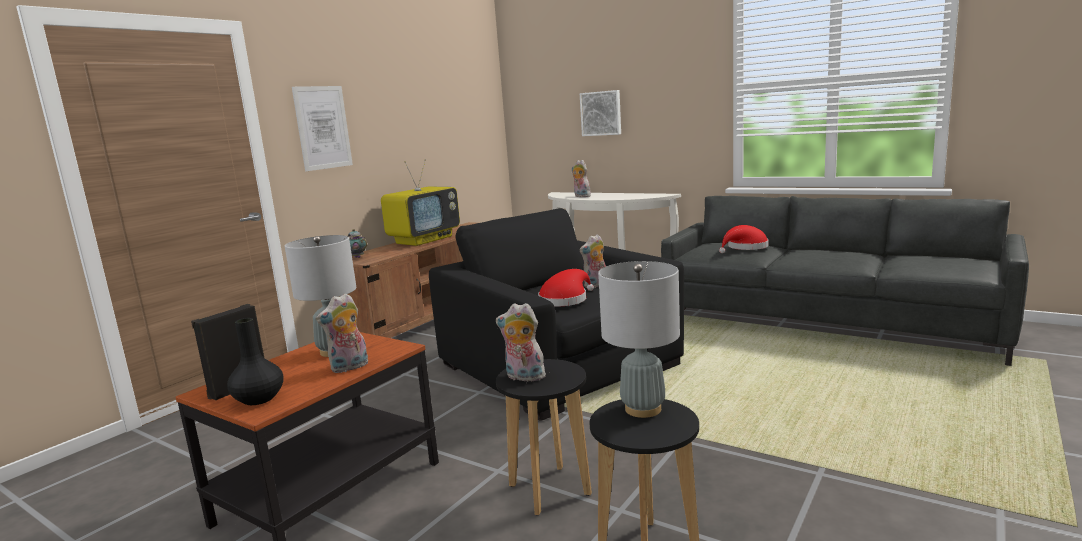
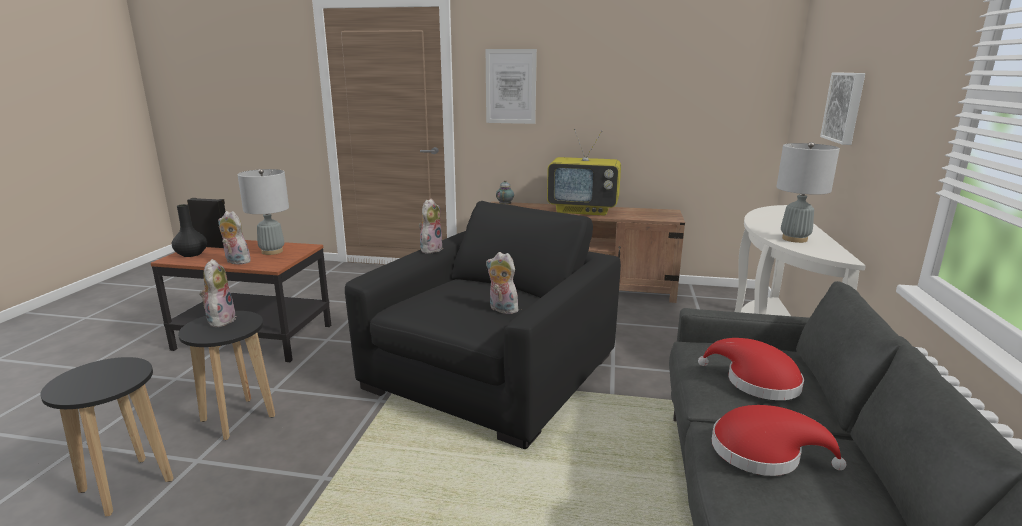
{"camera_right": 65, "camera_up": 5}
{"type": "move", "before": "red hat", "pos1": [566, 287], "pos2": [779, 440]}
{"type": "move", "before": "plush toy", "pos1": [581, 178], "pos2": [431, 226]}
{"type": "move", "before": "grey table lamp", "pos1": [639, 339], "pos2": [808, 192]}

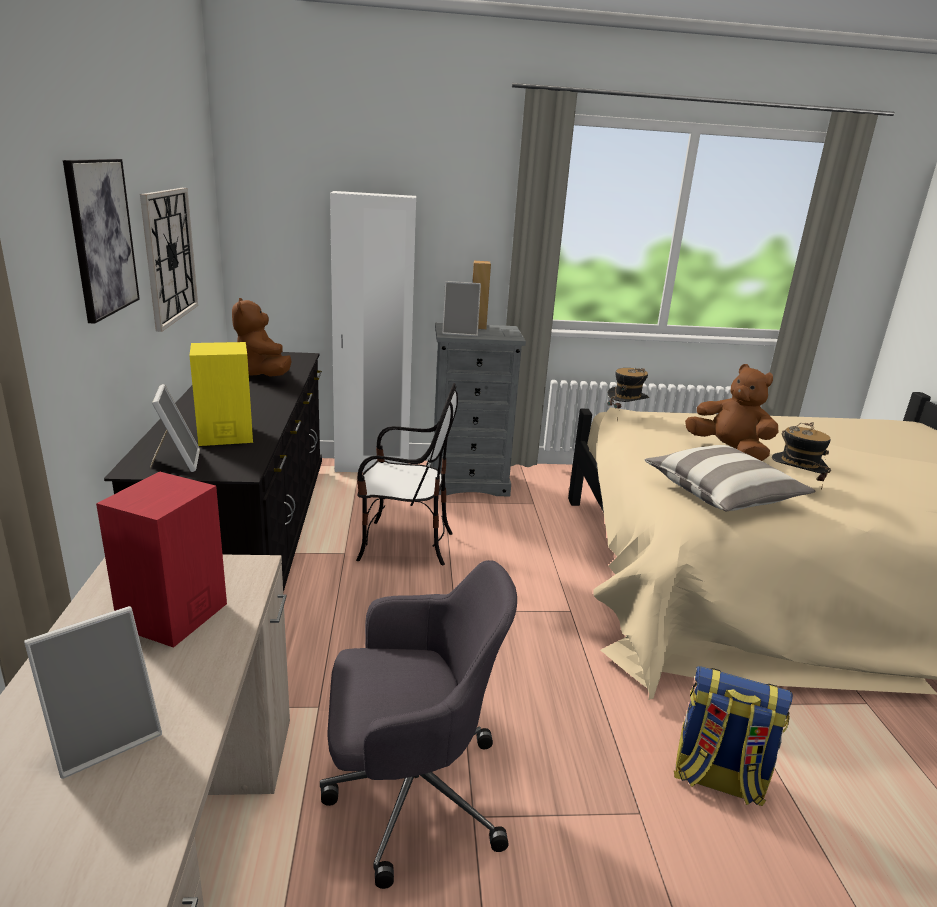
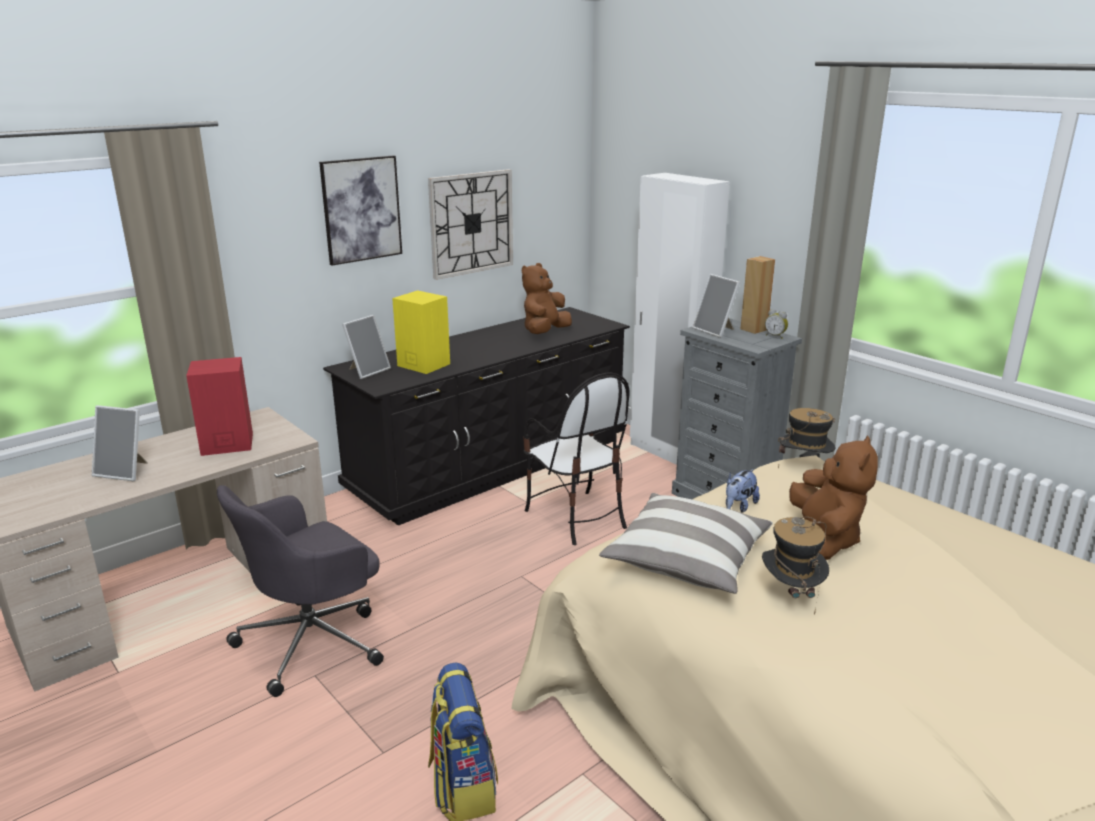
{"camera_right": 55, "camera_up": 0}
{"type": "rotate", "before": "grey office chair", "pos1": [418, 724], "pos2": [300, 591], "turn": 90}
{"type": "insert", "after": "plush toy", "pos2": [743, 491]}
{"type": "insert", "after": "alarm clock", "pos2": [776, 324]}

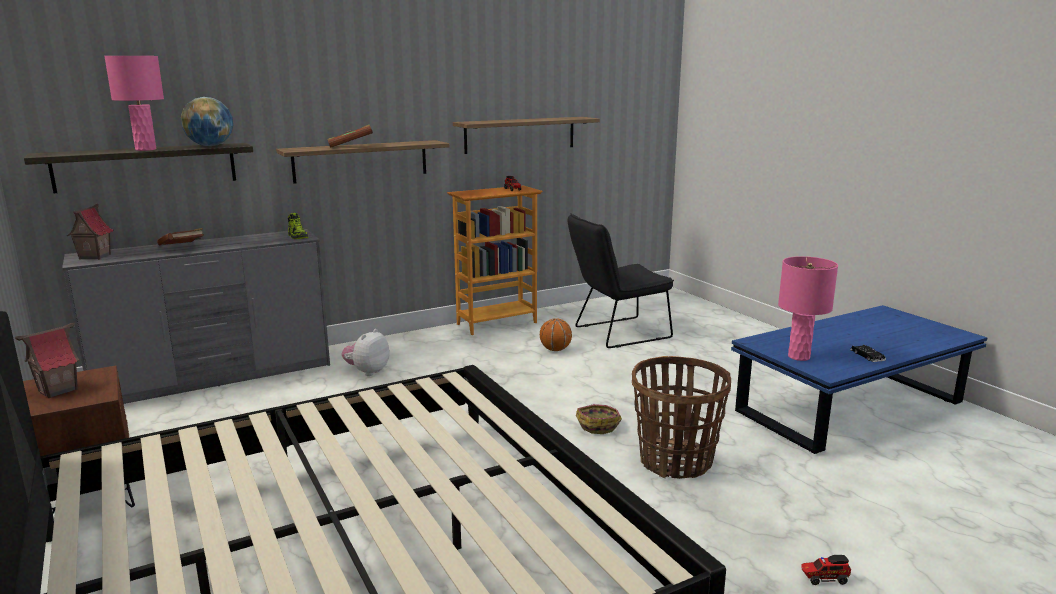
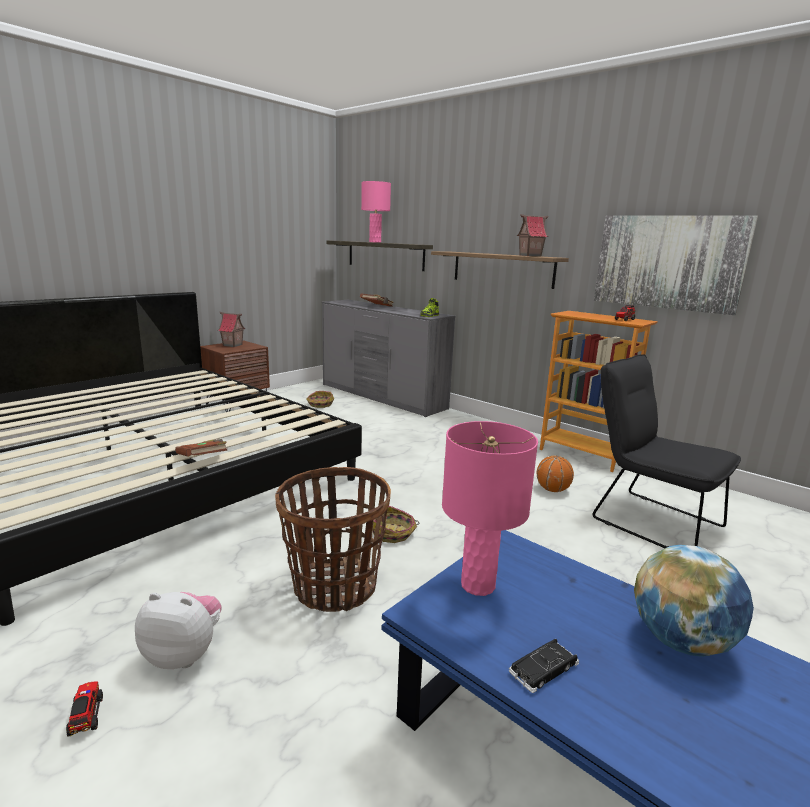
{"camera_right": 70, "camera_up": 0}
{"type": "move", "before": "toy house", "pos1": [90, 232], "pos2": [532, 235]}
{"type": "move", "before": "globe", "pos1": [207, 121], "pos2": [694, 601]}
{"type": "move", "before": "brown book", "pos1": [350, 136], "pos2": [201, 448]}
{"type": "move", "before": "plush toy", "pos1": [365, 352], "pos2": [178, 630]}
{"type": "replace", "before": "shelf", "after": "picture", "pos1": [526, 135], "pos2": [676, 265]}
{"type": "insert", "after": "basket", "pos2": [320, 399]}

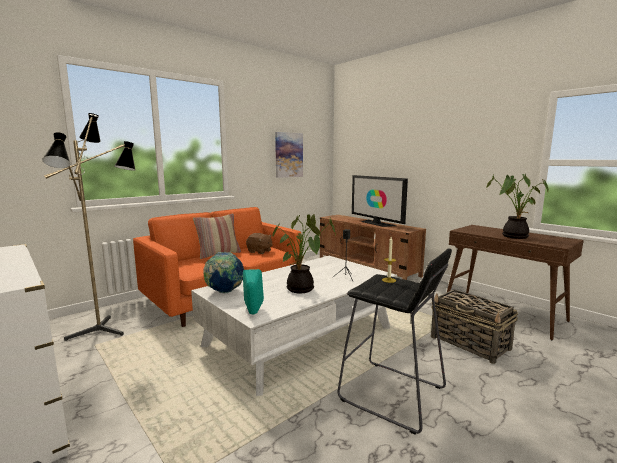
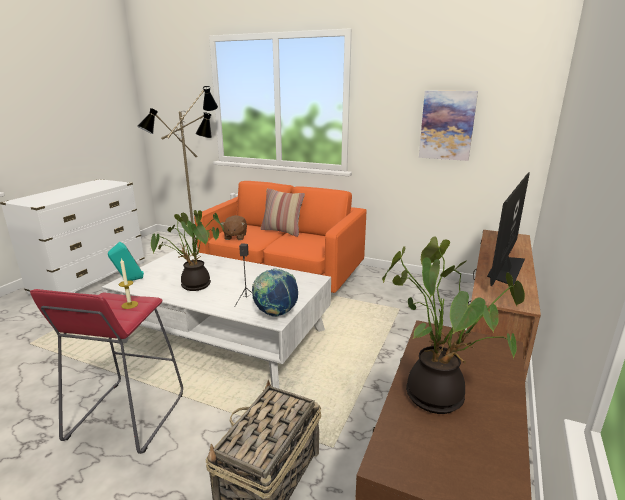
{"camera_right": 65, "camera_up": 10}
{"type": "move", "before": "globe", "pos1": [223, 272], "pos2": [275, 292]}
{"type": "move", "before": "brown plush toy", "pos1": [259, 243], "pos2": [234, 227]}
{"type": "recolor", "before": "black stool", "after": "red stool", "pos1": [394, 342], "pos2": [106, 371]}

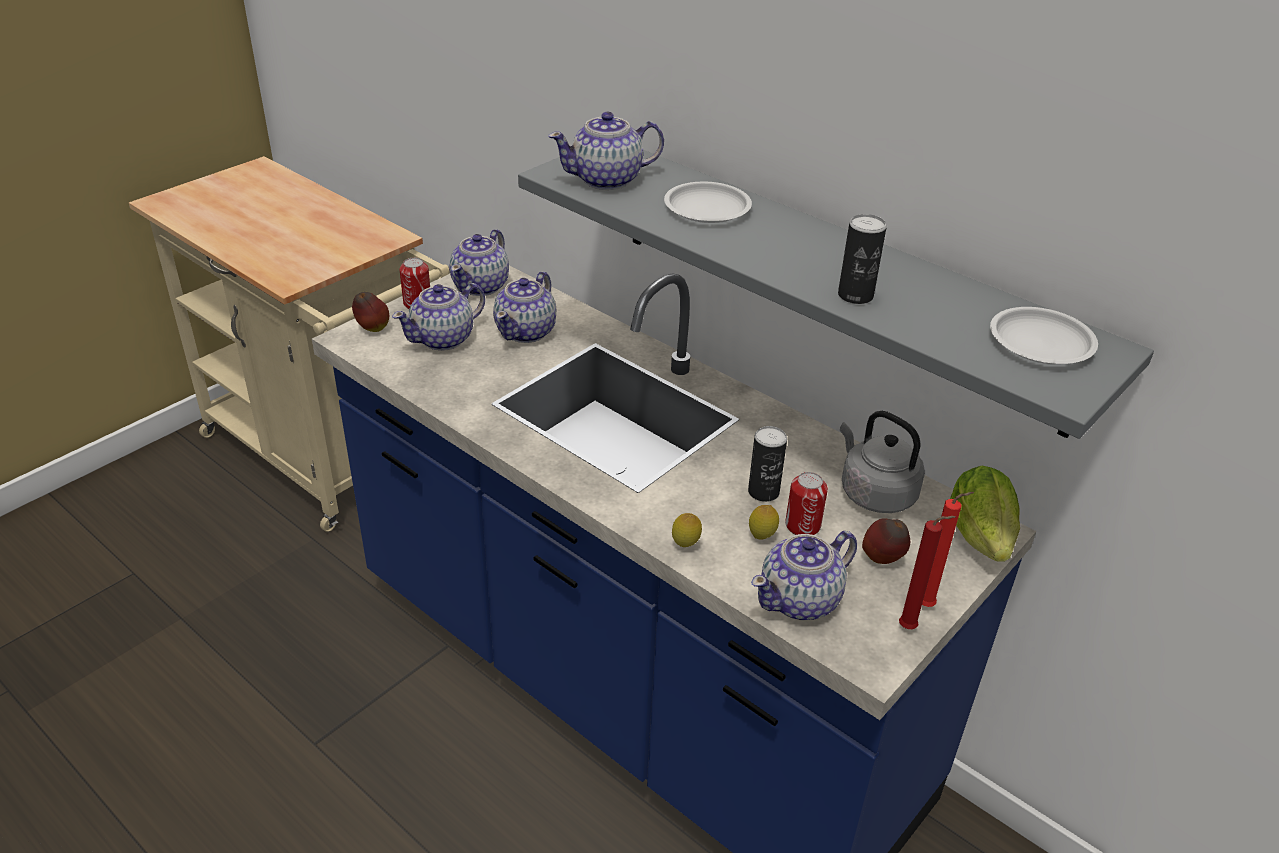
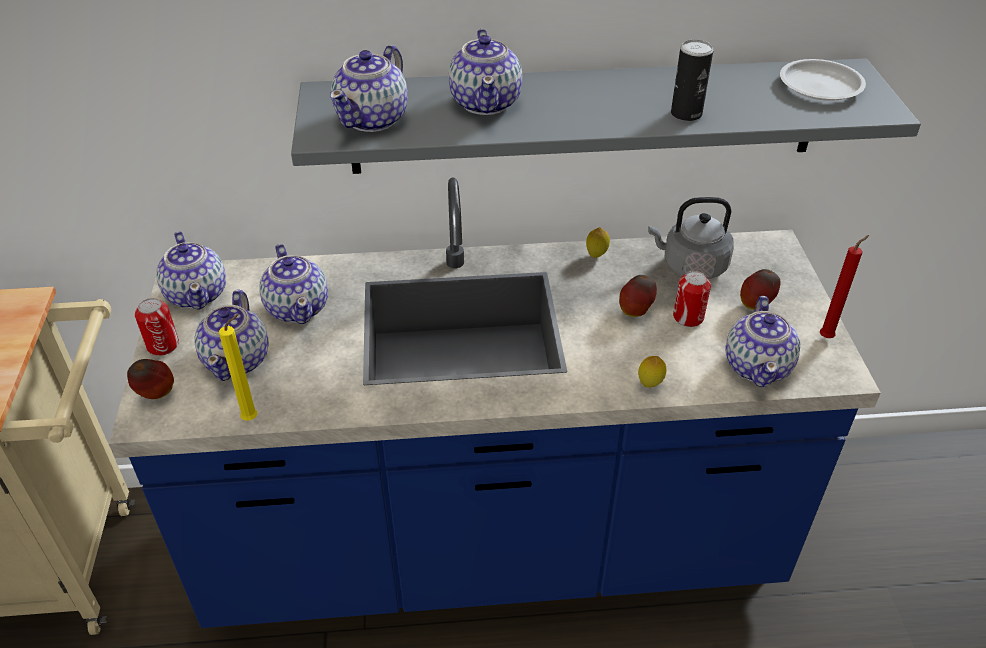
{"camera_right": -45, "camera_up": 5}
{"type": "replace", "before": "white plate", "after": "teapot", "pos1": [708, 202], "pos2": [485, 72]}
{"type": "replace", "before": "can", "after": "apple", "pos1": [767, 464], "pos2": [638, 296]}
{"type": "move", "before": "lemon", "pos1": [764, 522], "pos2": [598, 242]}
{"type": "delete", "before": "red candle", "pos1": [948, 549]}
{"type": "delete", "before": "lettuce", "pos1": [985, 513]}
{"type": "insert", "after": "yellow candle", "pos2": [238, 367]}

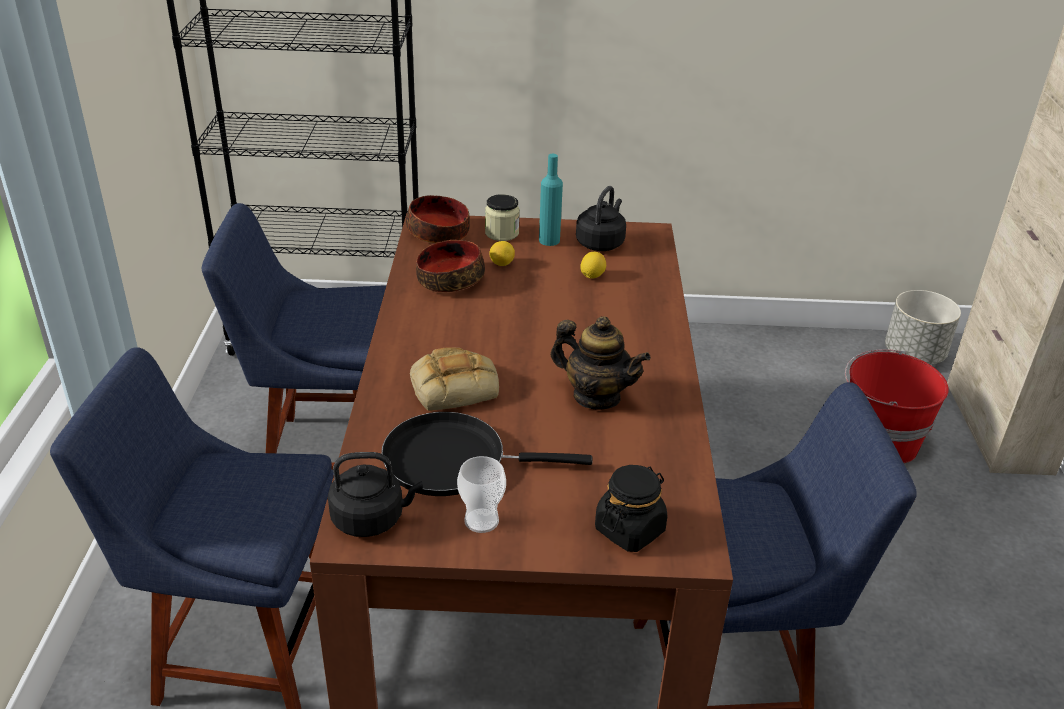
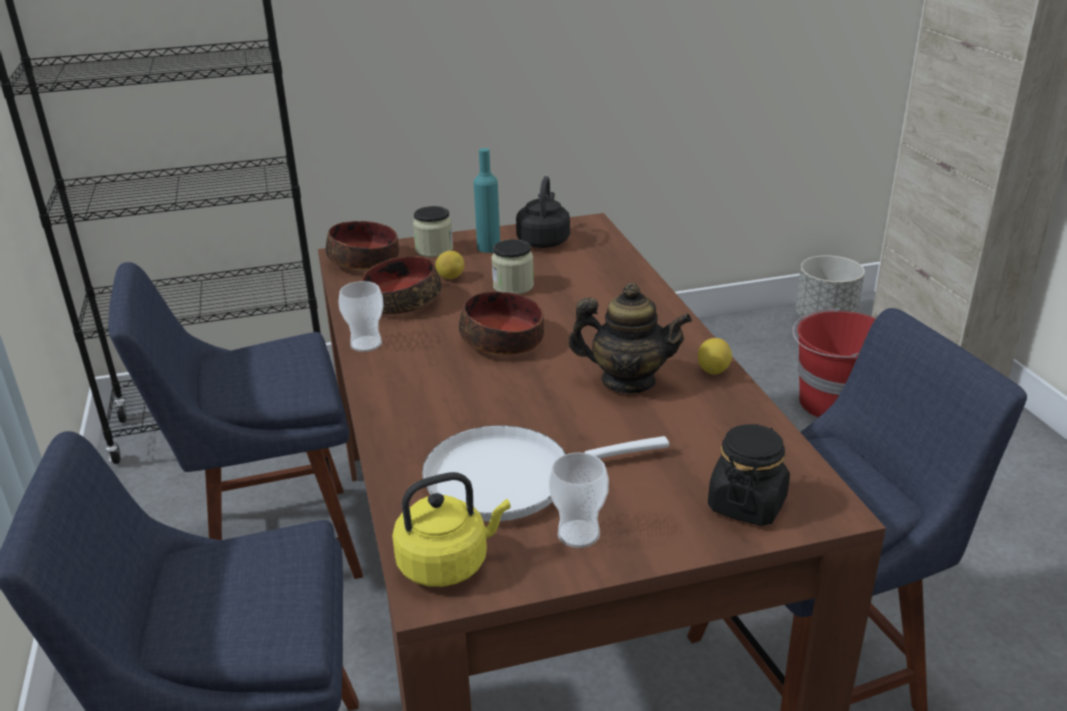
{"camera_right": -15, "camera_up": -5}
{"type": "recolor", "before": "black kettle", "after": "yellow kettle", "pos1": [375, 494], "pos2": [451, 529]}
{"type": "recolor", "before": "black frying pan", "after": "white frying pan", "pos1": [486, 454], "pos2": [545, 473]}
{"type": "delete", "before": "bread", "pos1": [454, 379]}
{"type": "move", "before": "lemon", "pos1": [593, 265], "pos2": [715, 356]}
{"type": "insert", "after": "cup", "pos2": [361, 316]}
{"type": "insert", "after": "bowl", "pos2": [501, 323]}
{"type": "insert", "after": "jar", "pos2": [512, 266]}

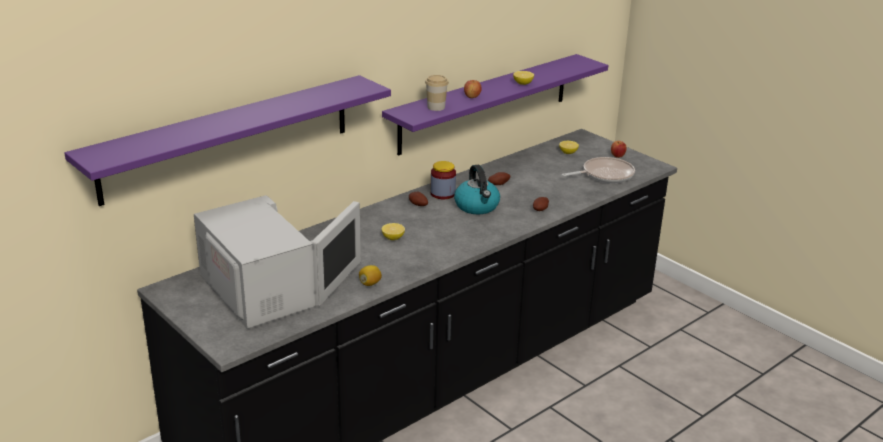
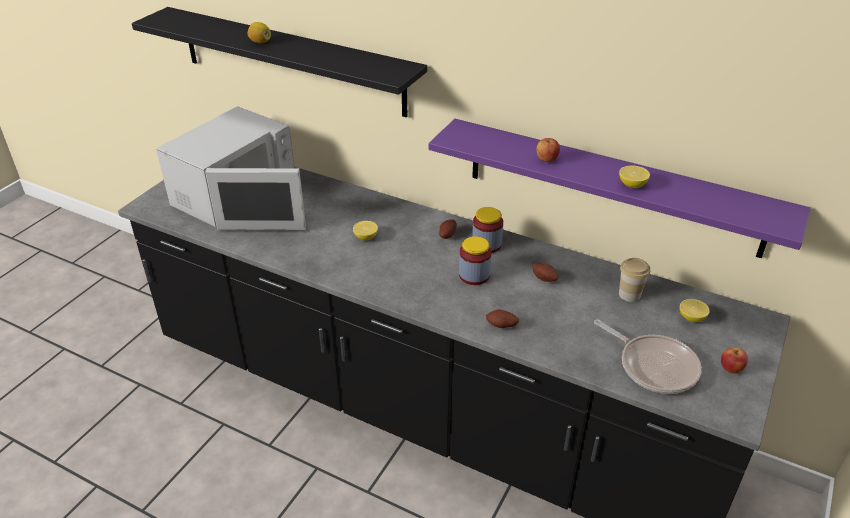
{"camera_right": 70, "camera_up": 10}
{"type": "recolor", "before": "purple shelf", "after": "black shelf", "pos1": [227, 140], "pos2": [279, 62]}
{"type": "move", "before": "lemon", "pos1": [370, 275], "pos2": [259, 32]}
{"type": "move", "before": "cup", "pos1": [437, 93], "pos2": [634, 280]}
{"type": "replace", "before": "kettle", "after": "jar", "pos1": [477, 189], "pos2": [475, 260]}

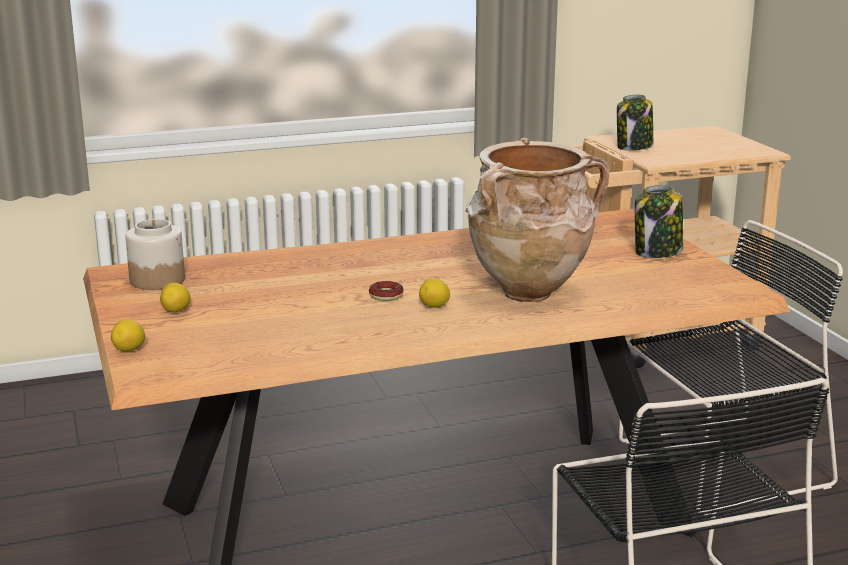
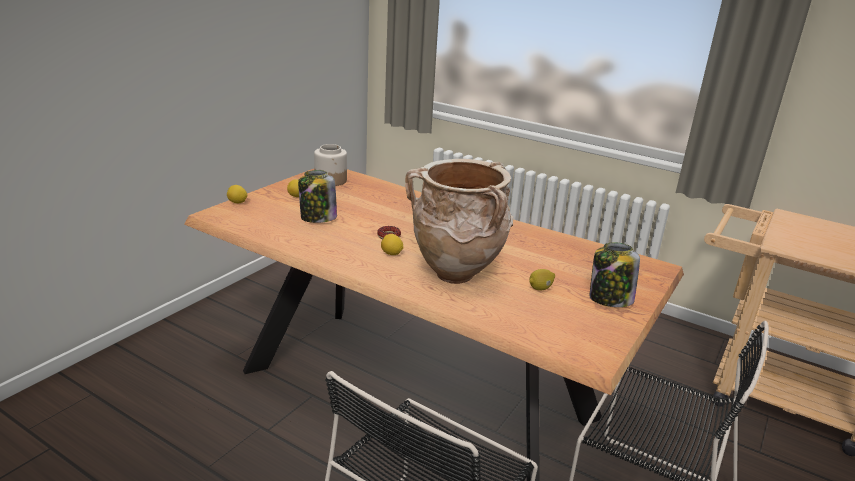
{"camera_right": 50, "camera_up": 5}
{"type": "move", "before": "jar", "pos1": [635, 123], "pos2": [317, 196]}
{"type": "insert", "after": "lemon", "pos2": [542, 280]}

